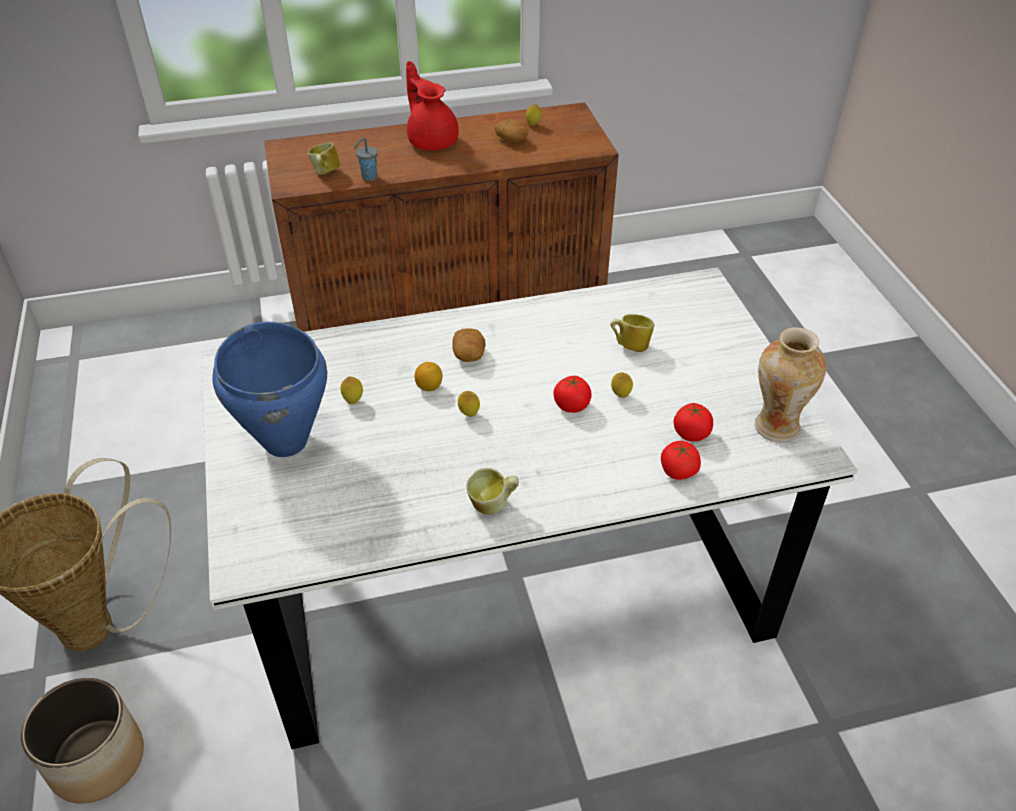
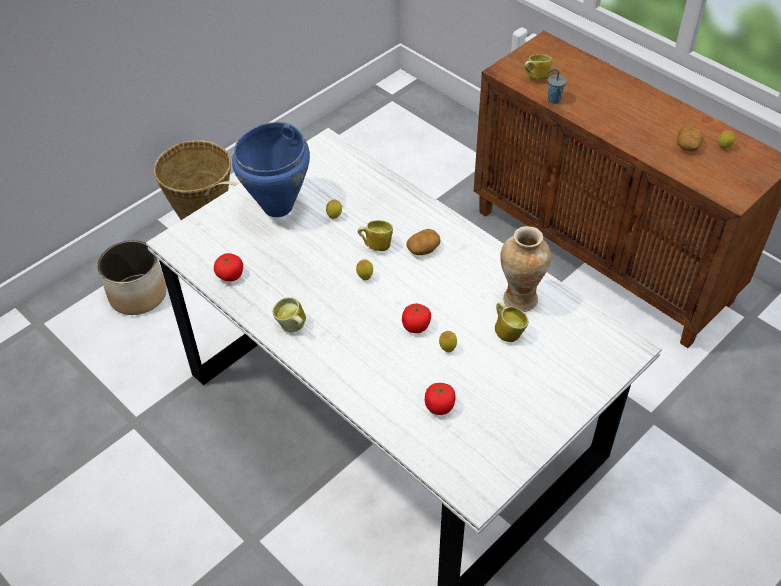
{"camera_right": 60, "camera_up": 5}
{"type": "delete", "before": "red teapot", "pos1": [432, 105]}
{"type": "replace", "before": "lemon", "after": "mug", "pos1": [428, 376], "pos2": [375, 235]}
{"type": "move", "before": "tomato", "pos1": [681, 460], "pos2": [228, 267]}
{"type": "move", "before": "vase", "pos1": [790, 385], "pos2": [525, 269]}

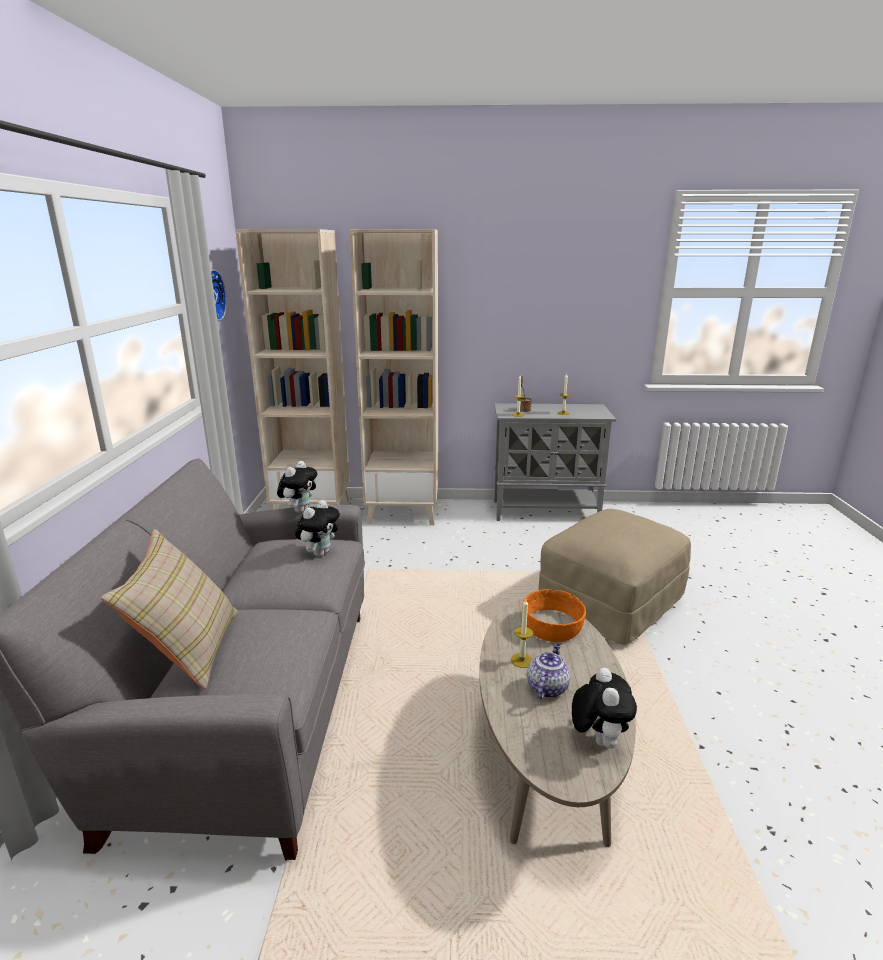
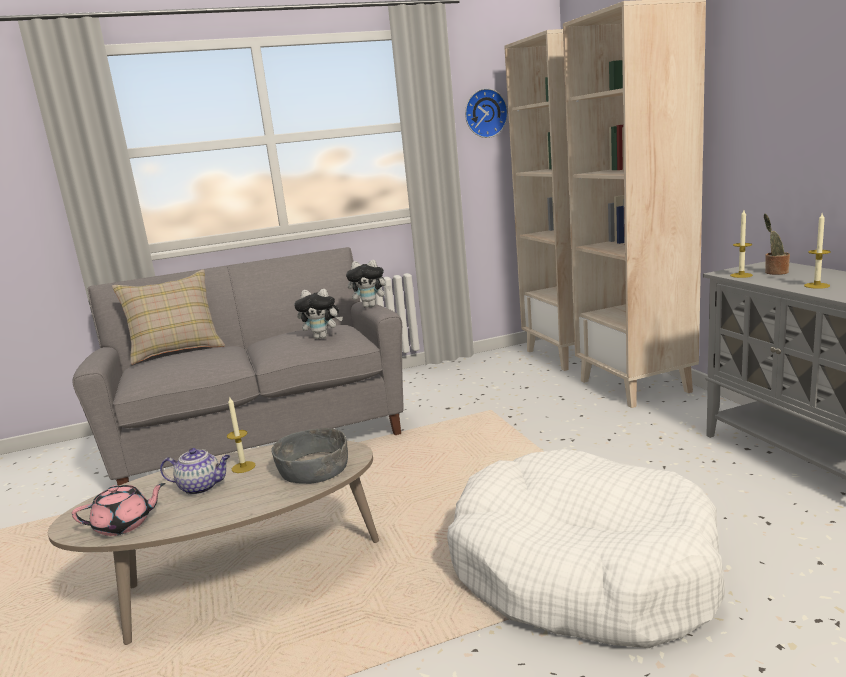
{"camera_right": 70, "camera_up": -5}
{"type": "recolor", "before": "orange bowl", "after": "grey bowl", "pos1": [554, 615], "pos2": [309, 456]}
{"type": "replace", "before": "beige ottoman", "after": "white dog bed", "pos1": [614, 577], "pos2": [586, 548]}
{"type": "replace", "before": "plush toy", "after": "pink teapot", "pos1": [604, 708], "pos2": [118, 509]}

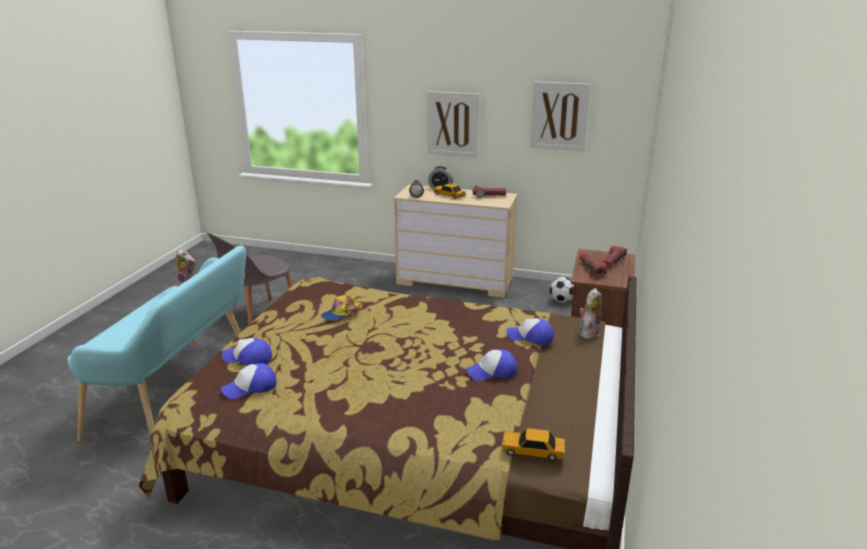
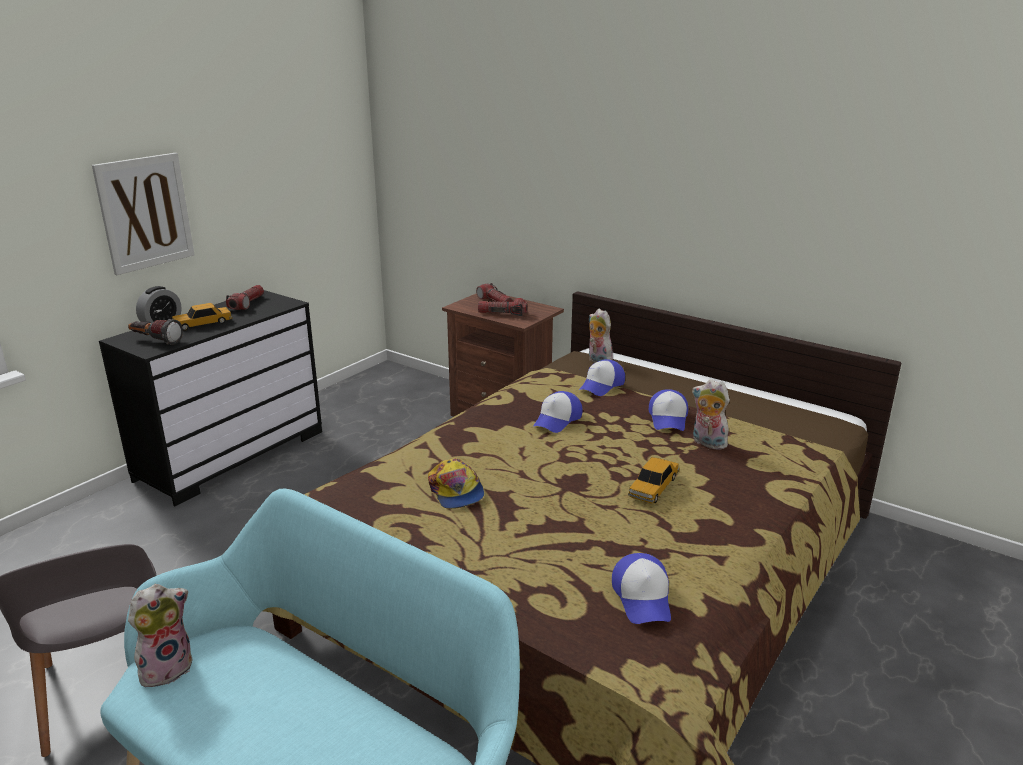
{"camera_right": -70, "camera_up": 0}
{"type": "move", "before": "cap", "pos1": [247, 352], "pos2": [558, 412]}
{"type": "recolor", "before": "beige dresser", "after": "black dresser", "pos1": [456, 241], "pos2": [210, 398]}
{"type": "move", "before": "toy car", "pos1": [533, 444], "pos2": [654, 480]}
{"type": "delete", "before": "picture", "pos1": [560, 116]}
{"type": "delete", "before": "football", "pos1": [562, 290]}
{"type": "insert", "after": "plush toy", "pos2": [711, 414]}

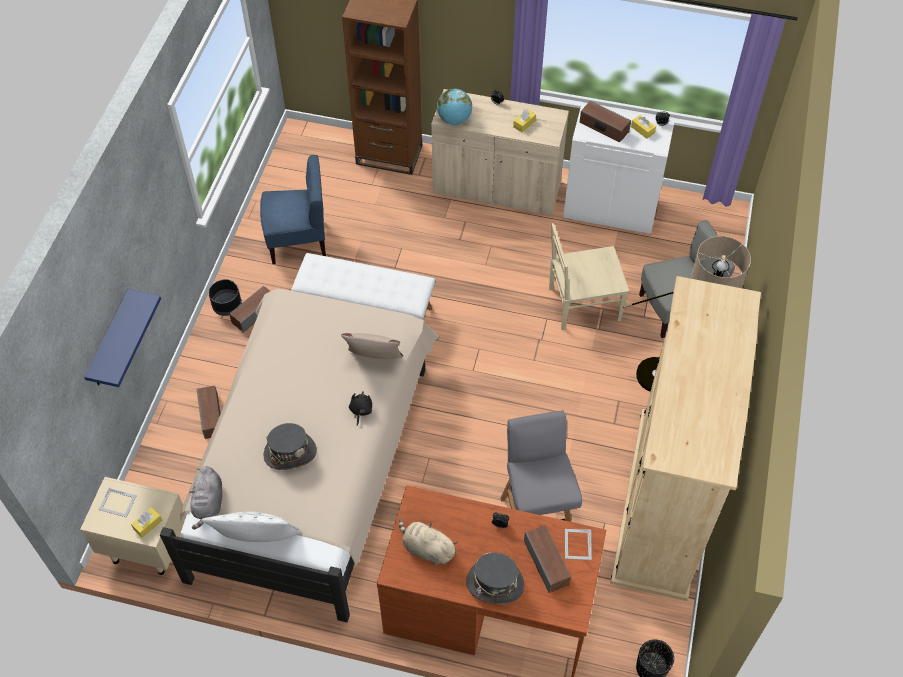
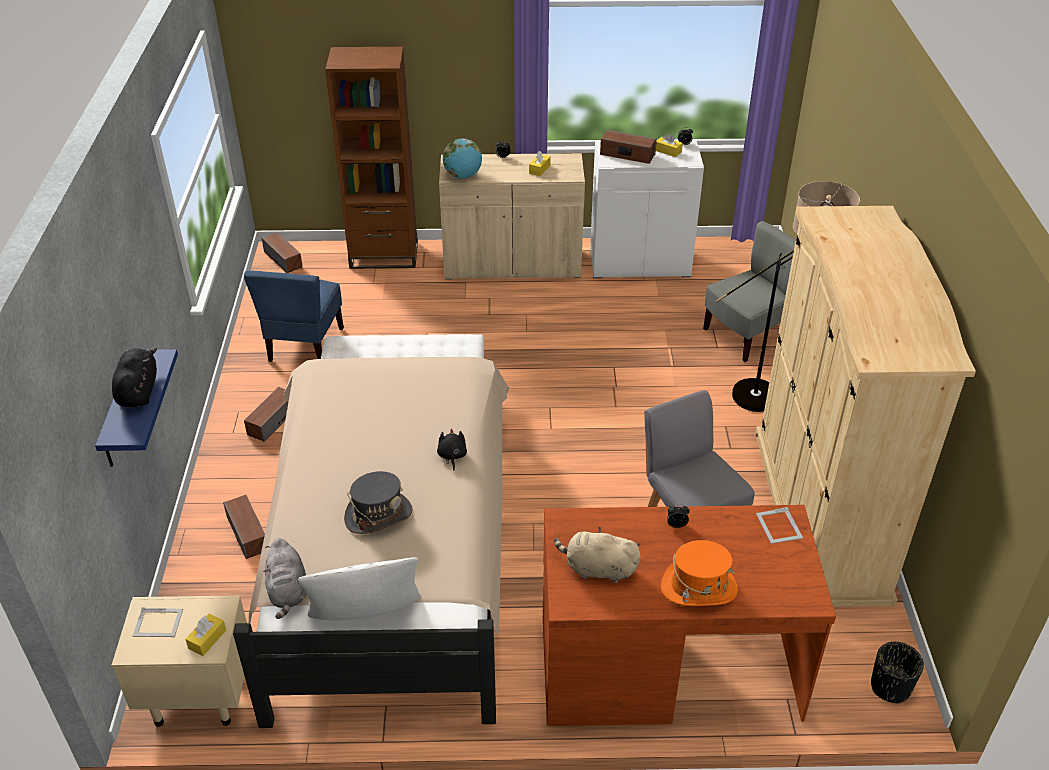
{"camera_right": -15, "camera_up": -15}
{"type": "delete", "before": "black planter", "pos1": [225, 297]}
{"type": "rotate", "before": "blue chair", "pos1": [293, 209], "pos2": [294, 316], "turn": 120}
{"type": "delete", "before": "beige pillow", "pos1": [372, 346]}
{"type": "recolor", "before": "grey hat", "after": "orange hat", "pos1": [495, 578], "pos2": [699, 573]}
{"type": "move", "before": "speaker", "pos1": [547, 559], "pos2": [282, 252]}
{"type": "delete", "before": "beige chair", "pos1": [589, 276]}
{"type": "insert", "after": "black plush toy", "pos2": [134, 378]}

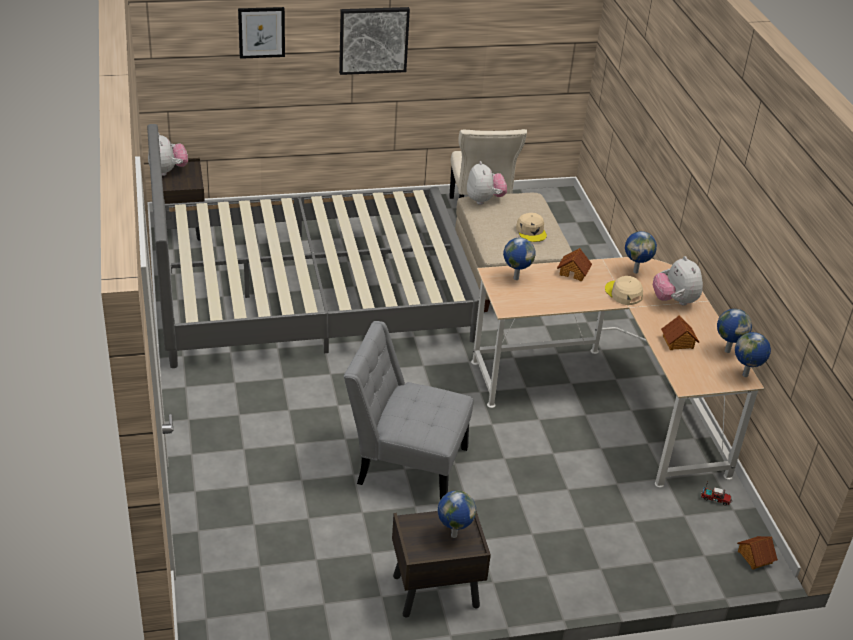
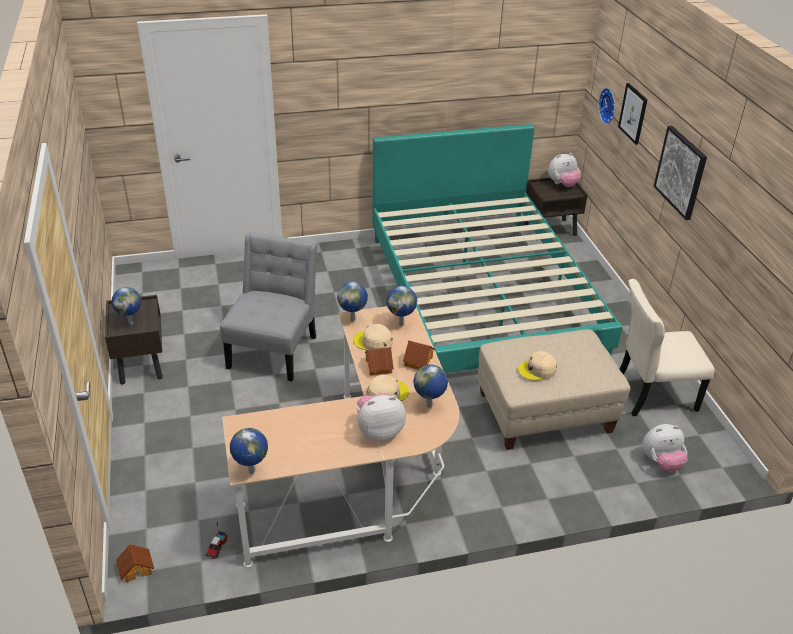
{"camera_right": 90, "camera_up": 0}
{"type": "recolor", "before": "grey bed", "after": "turquoise bed", "pos1": [313, 246], "pos2": [497, 248]}
{"type": "move", "before": "plush toy", "pos1": [487, 183], "pos2": [665, 448]}
{"type": "move", "before": "toy house", "pos1": [680, 332], "pos2": [379, 361]}
{"type": "move", "before": "globe", "pos1": [734, 331], "pos2": [352, 302]}
{"type": "insert", "after": "beige cap", "pos2": [373, 337]}
{"type": "insert", "after": "wall clock", "pos2": [606, 106]}

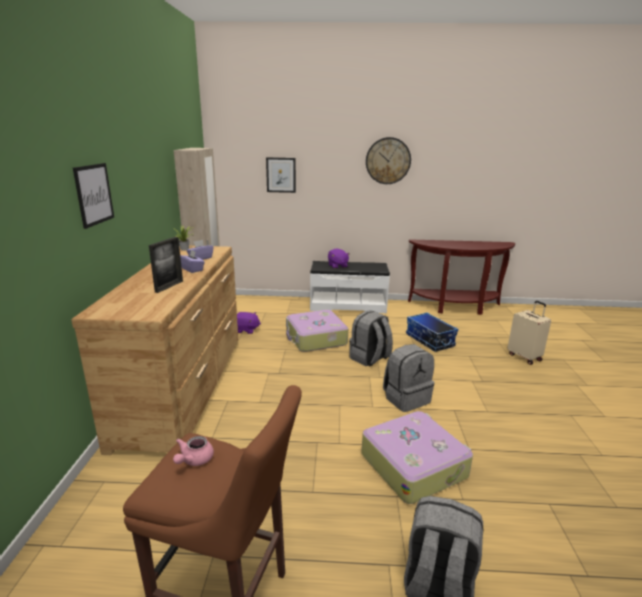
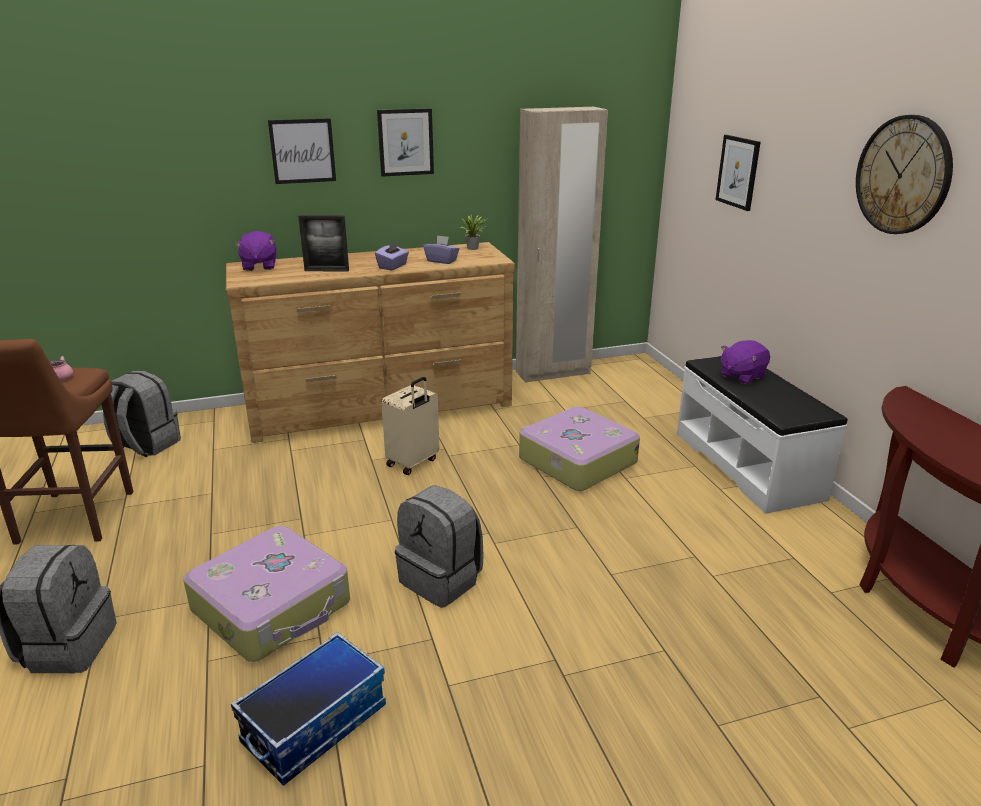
{"camera_right": 70, "camera_up": 5}
{"type": "move", "before": "purple plush toy", "pos1": [249, 323], "pos2": [255, 251]}
{"type": "move", "before": "grey backpack", "pos1": [371, 338], "pos2": [142, 414]}
{"type": "move", "before": "storage box", "pos1": [432, 332], "pos2": [308, 709]}
{"type": "move", "before": "beige suitcase", "pos1": [529, 333], "pos2": [410, 426]}
{"type": "insert", "after": "picture", "pos2": [405, 142]}

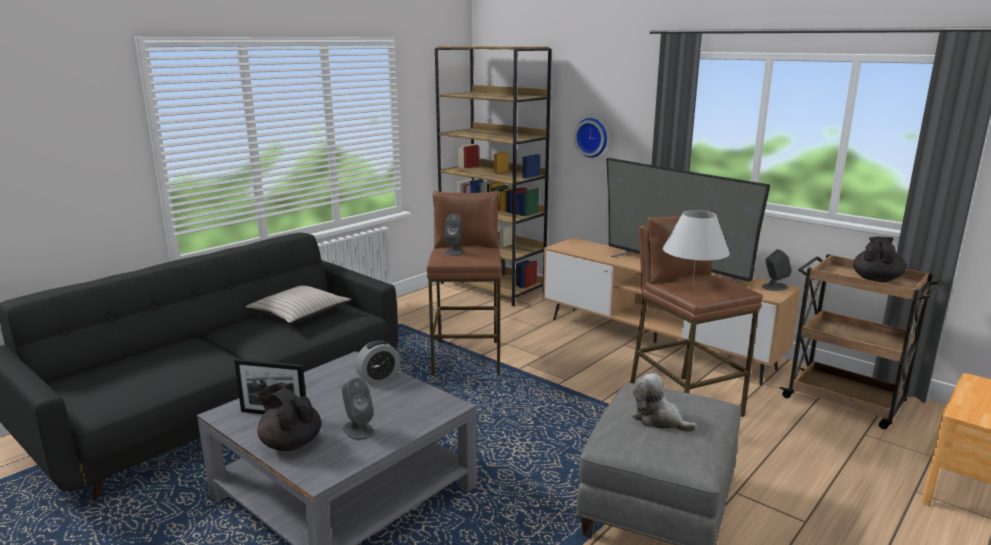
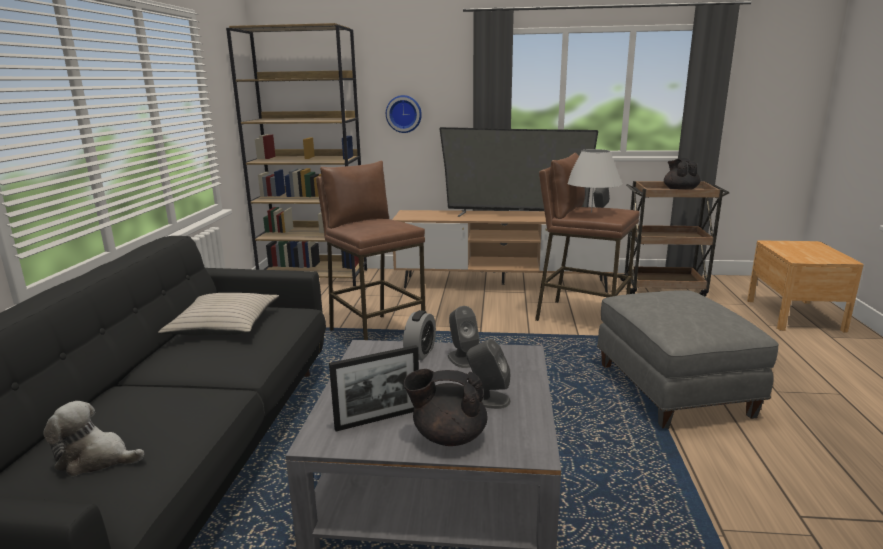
{"camera_right": -35, "camera_up": 0}
{"type": "move", "before": "grey speaker", "pos1": [454, 235], "pos2": [464, 337]}
{"type": "move", "before": "plush toy", "pos1": [664, 402], "pos2": [93, 438]}

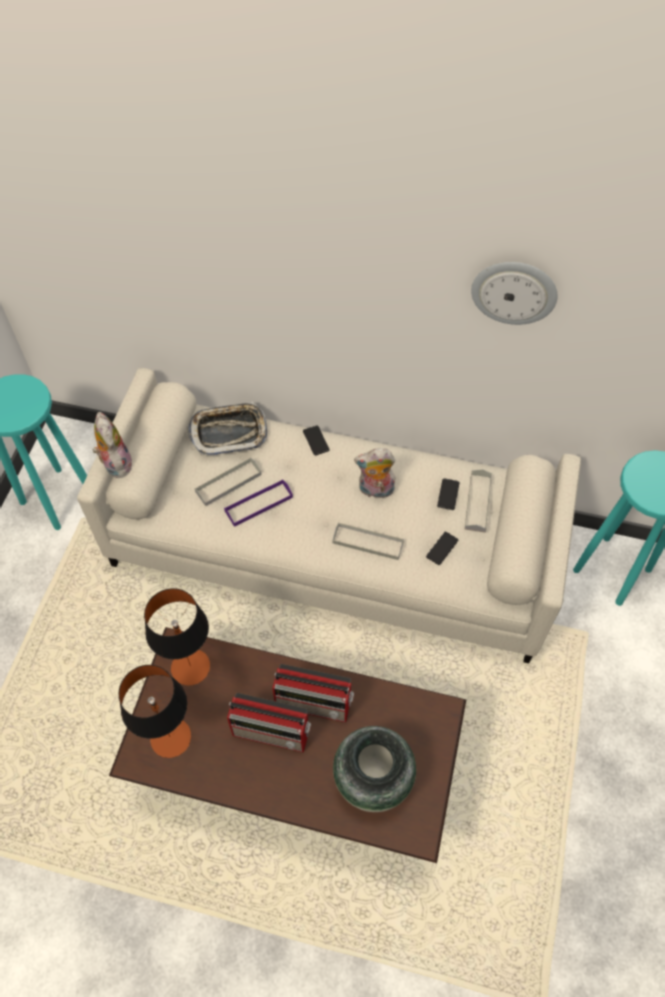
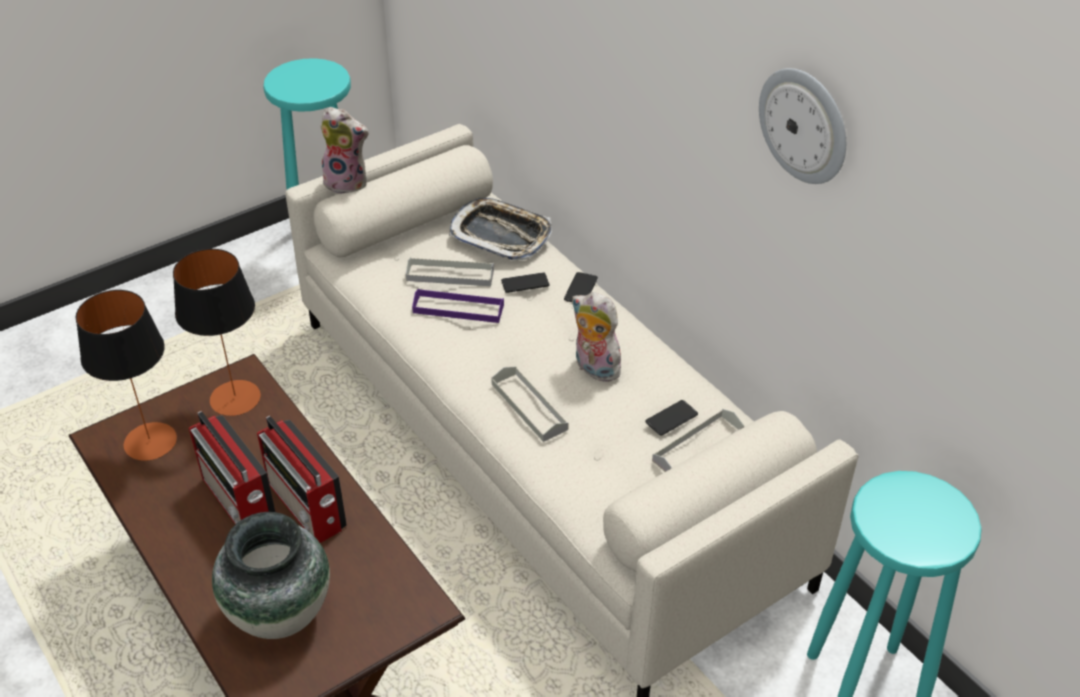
{"camera_right": 40, "camera_up": -15}
{"type": "rotate", "before": "plush toy", "pos1": [112, 445], "pos2": [344, 150], "turn": 90}
{"type": "move", "before": "phone", "pos1": [442, 548], "pos2": [525, 282]}

